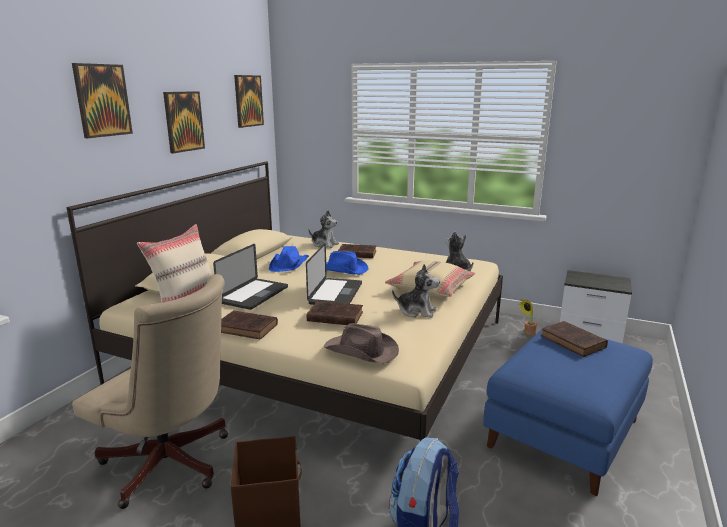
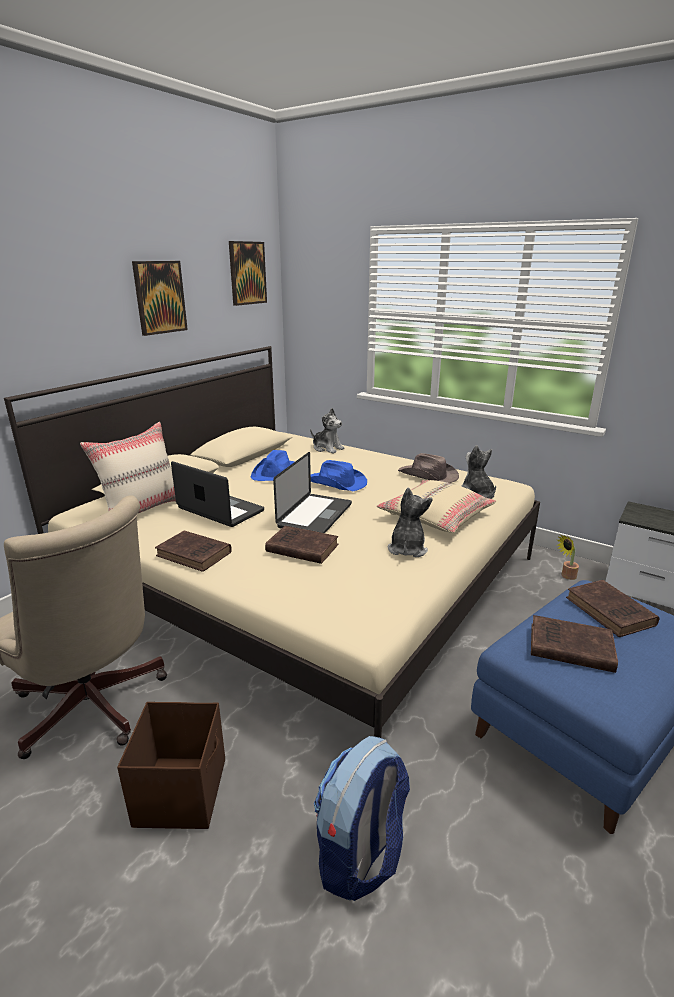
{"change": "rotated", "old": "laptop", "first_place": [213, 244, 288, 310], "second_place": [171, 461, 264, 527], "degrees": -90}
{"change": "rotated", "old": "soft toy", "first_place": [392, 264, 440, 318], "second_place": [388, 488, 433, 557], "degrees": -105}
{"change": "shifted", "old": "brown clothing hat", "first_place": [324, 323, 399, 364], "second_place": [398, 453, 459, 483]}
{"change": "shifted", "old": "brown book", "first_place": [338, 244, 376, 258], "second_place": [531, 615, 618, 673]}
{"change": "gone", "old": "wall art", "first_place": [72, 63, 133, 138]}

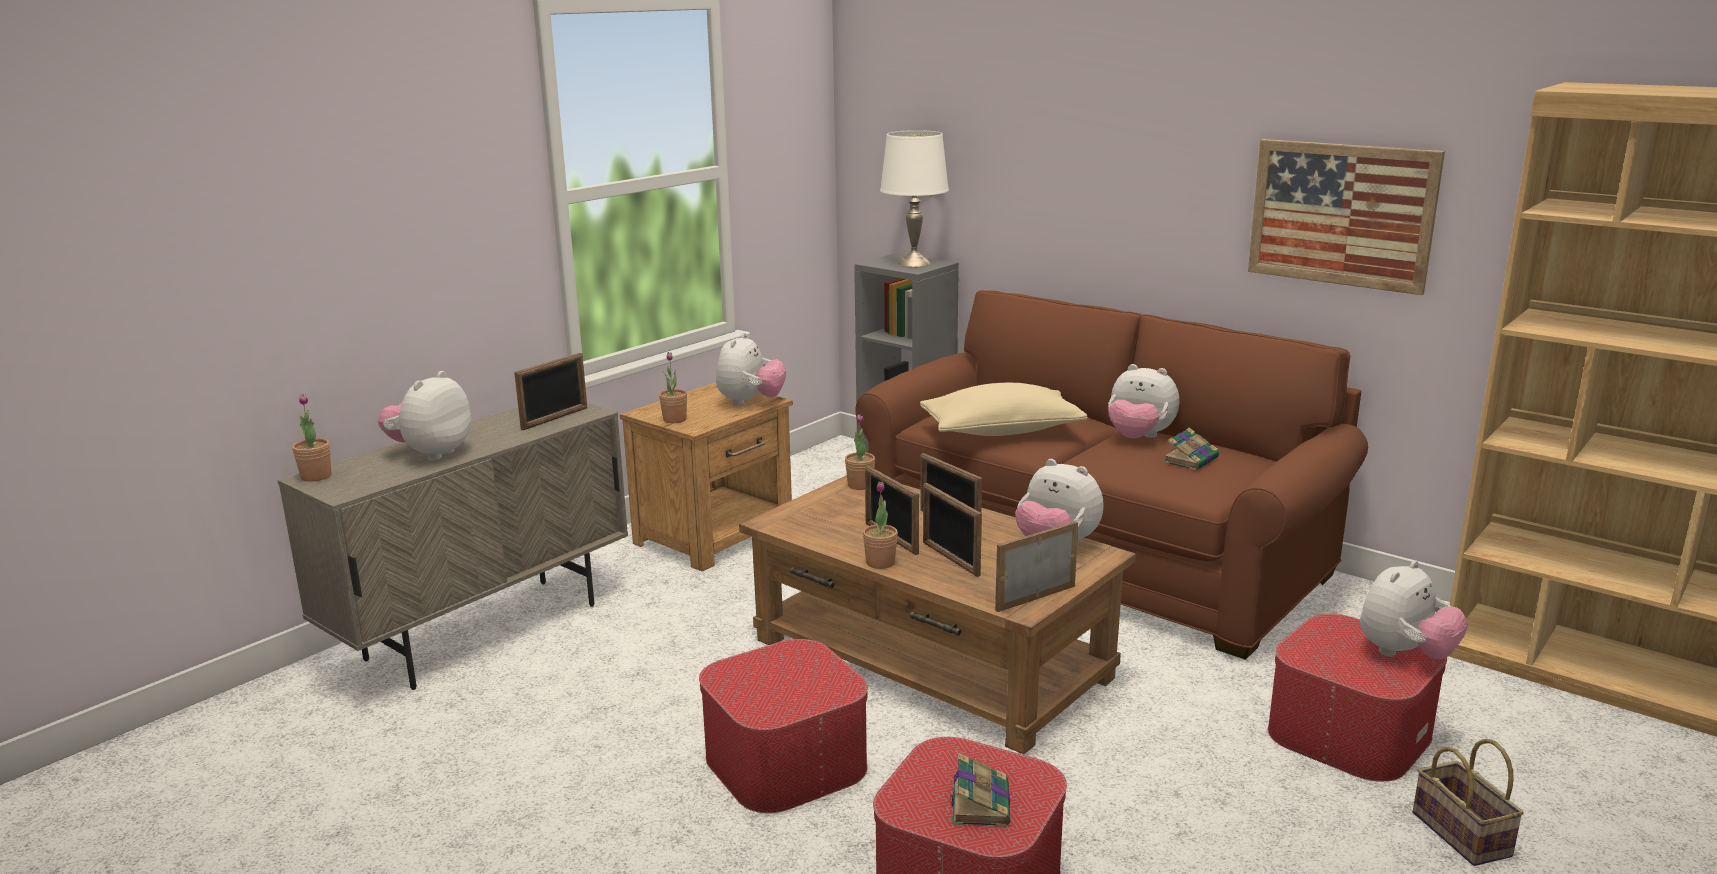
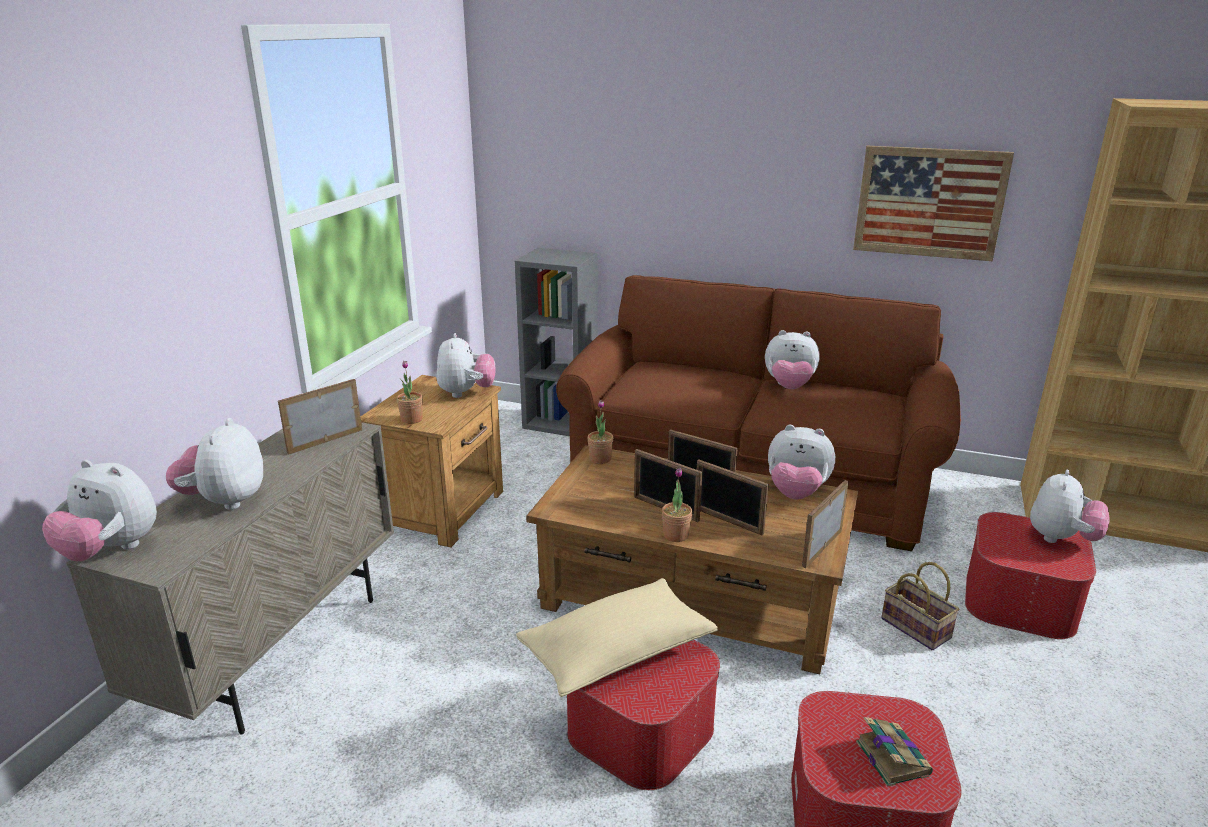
{"change": "swapped", "old": "houseplant", "new": "soft toy", "first_place": [292, 394, 331, 482], "second_place": [42, 460, 157, 561]}
{"change": "rotated", "old": "picture frame", "first_place": [514, 353, 587, 430], "second_place": [278, 379, 362, 455], "degrees": -150}
{"change": "shifted", "old": "beige-coloured throw pillow", "first_place": [920, 383, 1088, 436], "second_place": [516, 578, 718, 697]}
{"change": "shifted", "old": "basket", "first_place": [1413, 739, 1524, 866], "second_place": [881, 562, 959, 650]}
{"change": "gone", "old": "white lamp for a table", "first_place": [880, 130, 949, 267]}
{"change": "gone", "old": "book", "first_place": [1163, 428, 1219, 471]}

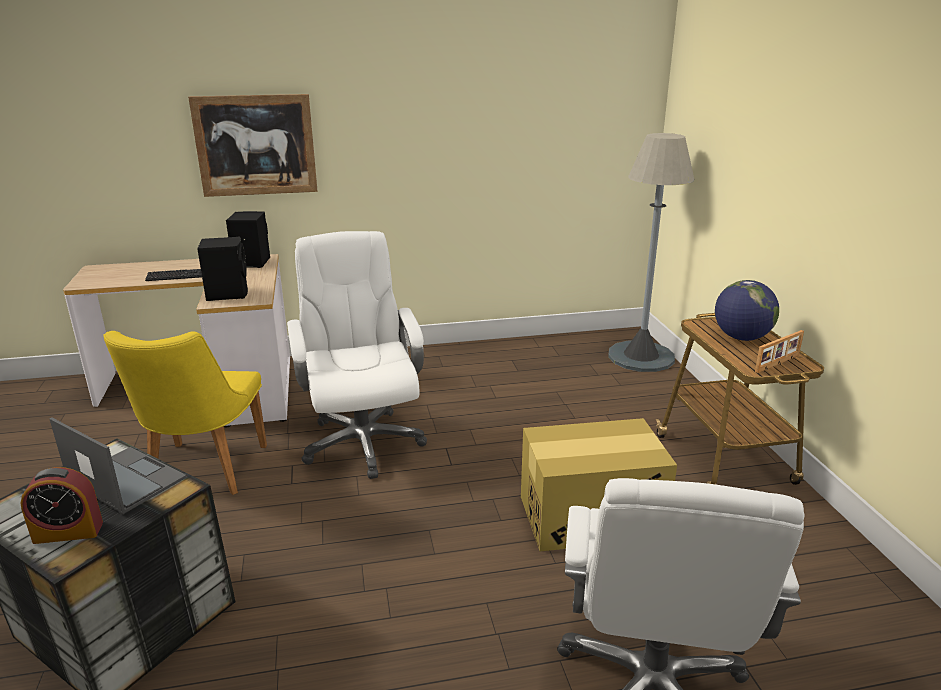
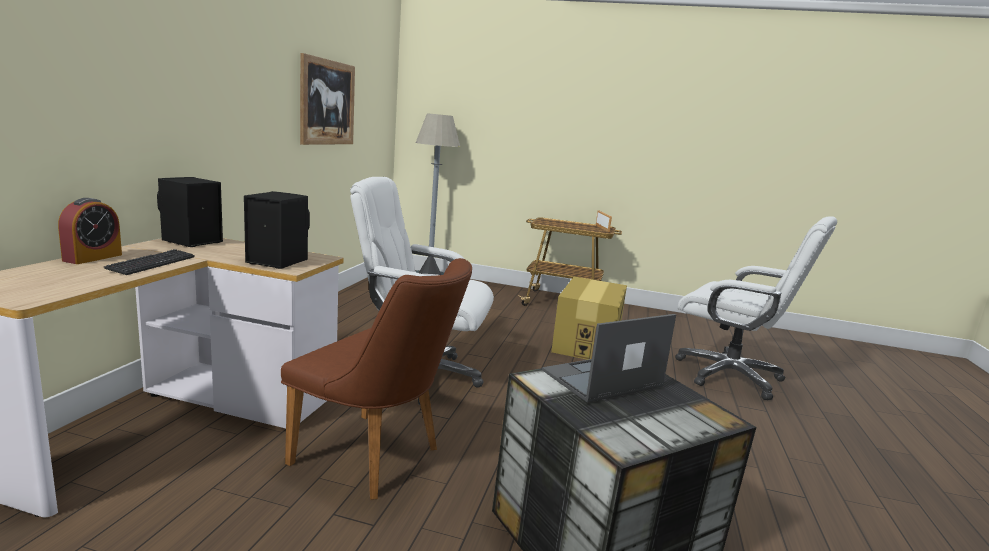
{"change": "shifted", "old": "alarm clock", "first_place": [21, 467, 103, 544], "second_place": [58, 198, 122, 264]}
{"change": "repainted", "old": "yellow-coloured chair", "new": "brown chair", "first_place": [103, 331, 267, 495], "second_place": [281, 258, 472, 500]}
{"change": "shifted", "old": "wall art", "first_place": [188, 94, 318, 197], "second_place": [300, 53, 355, 145]}
{"change": "gone", "old": "world globe", "first_place": [715, 280, 779, 341]}

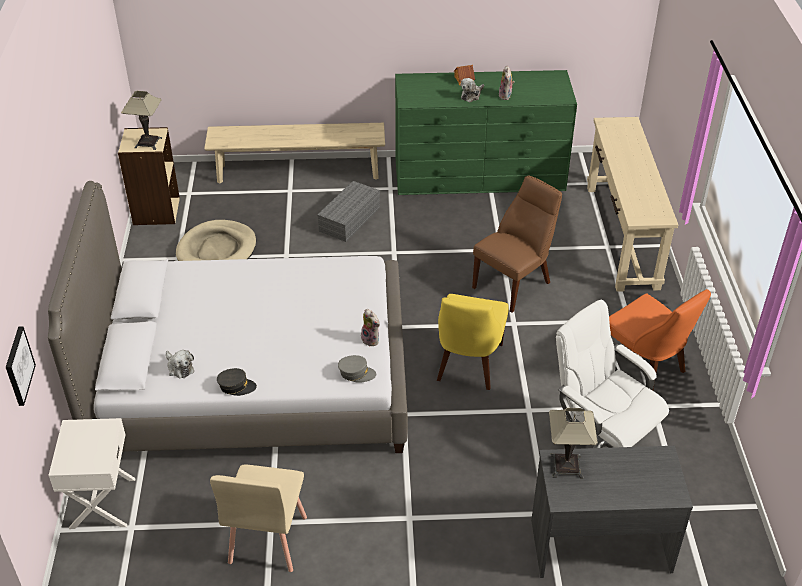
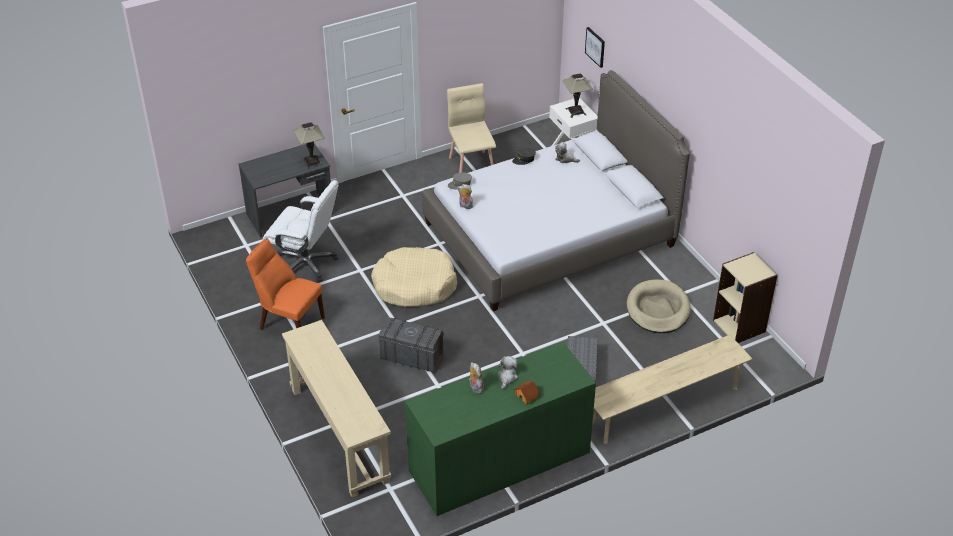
{"change": "swapped", "old": "yellow-coloured chair", "new": "beige-coloured dog cushion", "first_place": [437, 294, 509, 390], "second_place": [371, 247, 457, 307]}
{"change": "swapped", "old": "brown chair", "new": "greyish storage container", "first_place": [472, 176, 562, 313], "second_place": [378, 317, 444, 373]}
{"change": "shifted", "old": "lamp for a table", "first_place": [121, 91, 162, 150], "second_place": [563, 74, 593, 118]}

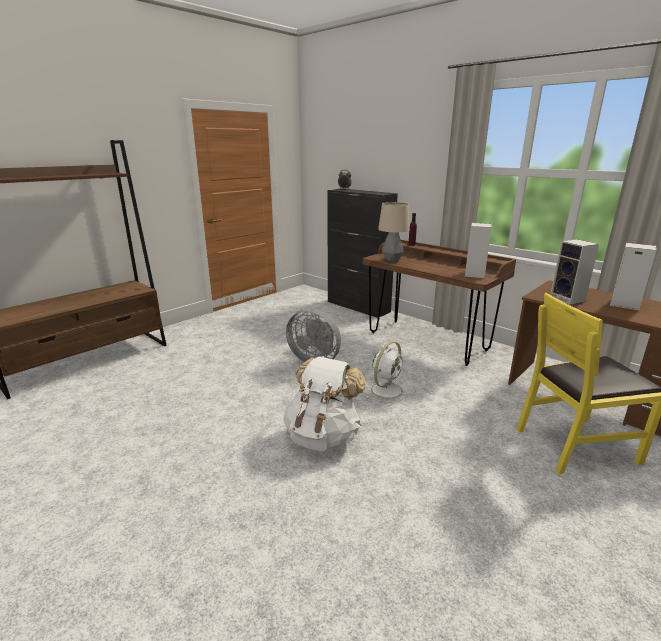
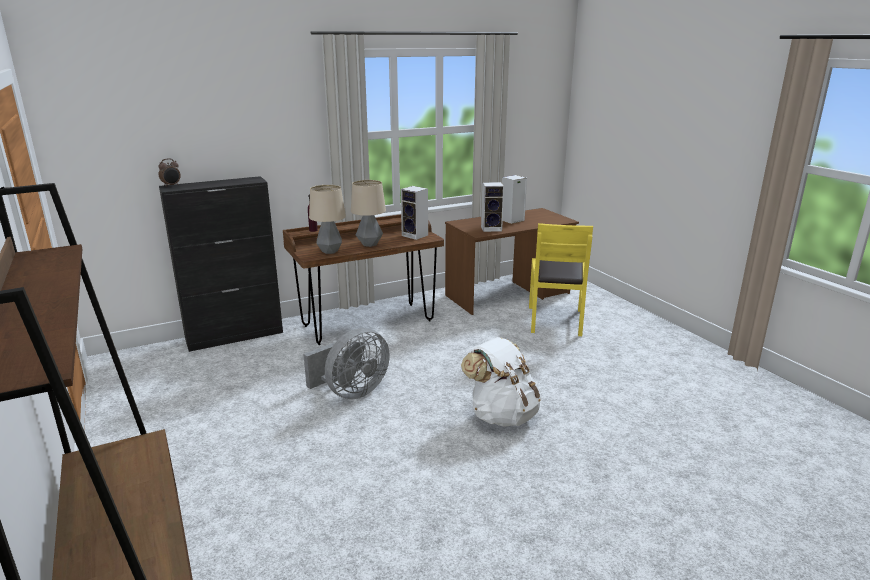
{"change": "new", "new": "lamp for a table", "second_place": [351, 180, 386, 247]}
{"change": "gone", "old": "white cooling fan", "first_place": [366, 341, 410, 403]}

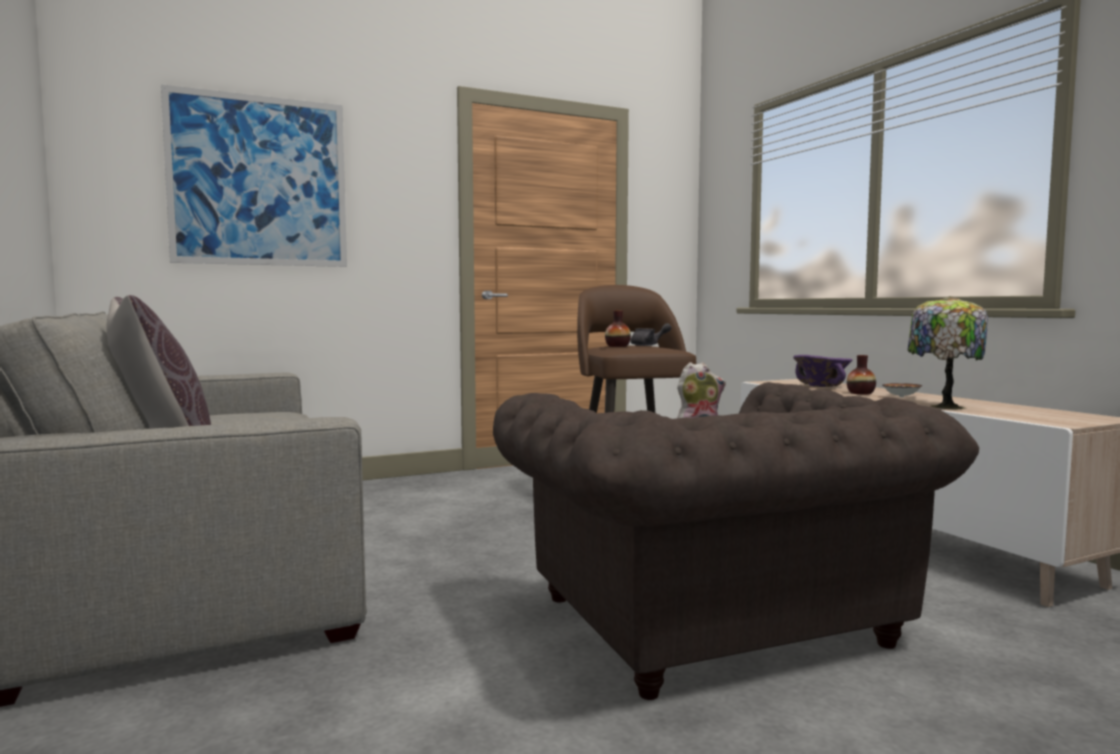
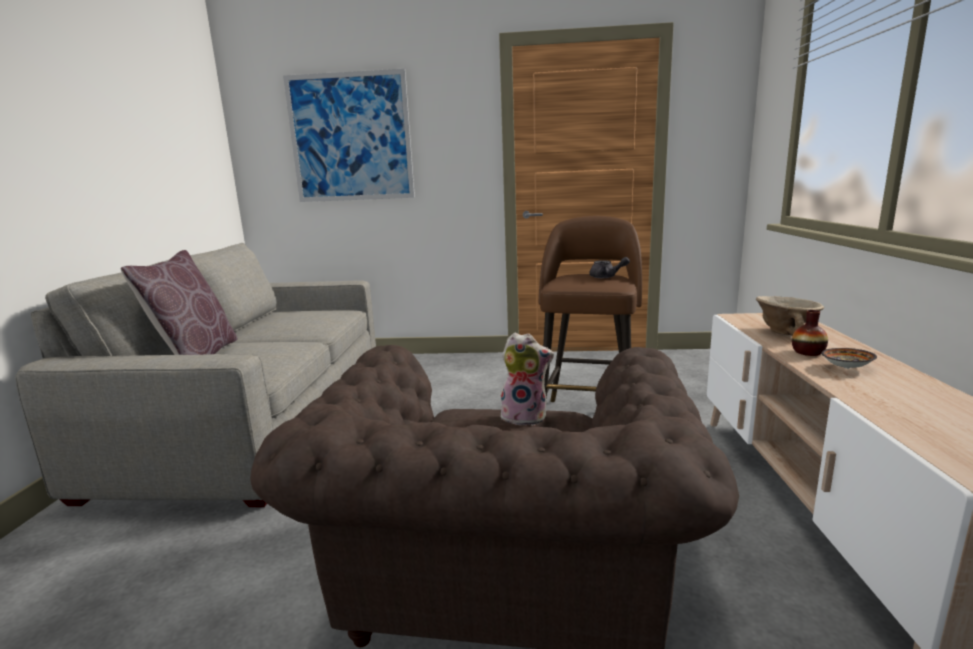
{"change": "repainted", "old": "purplish serving bowl", "new": "beige-coloured serving bowl", "first_place": [793, 355, 852, 387], "second_place": [756, 296, 824, 335]}
{"change": "gone", "old": "vase", "first_place": [605, 310, 631, 347]}
{"change": "gone", "old": "lamp for a table", "first_place": [908, 296, 988, 410]}

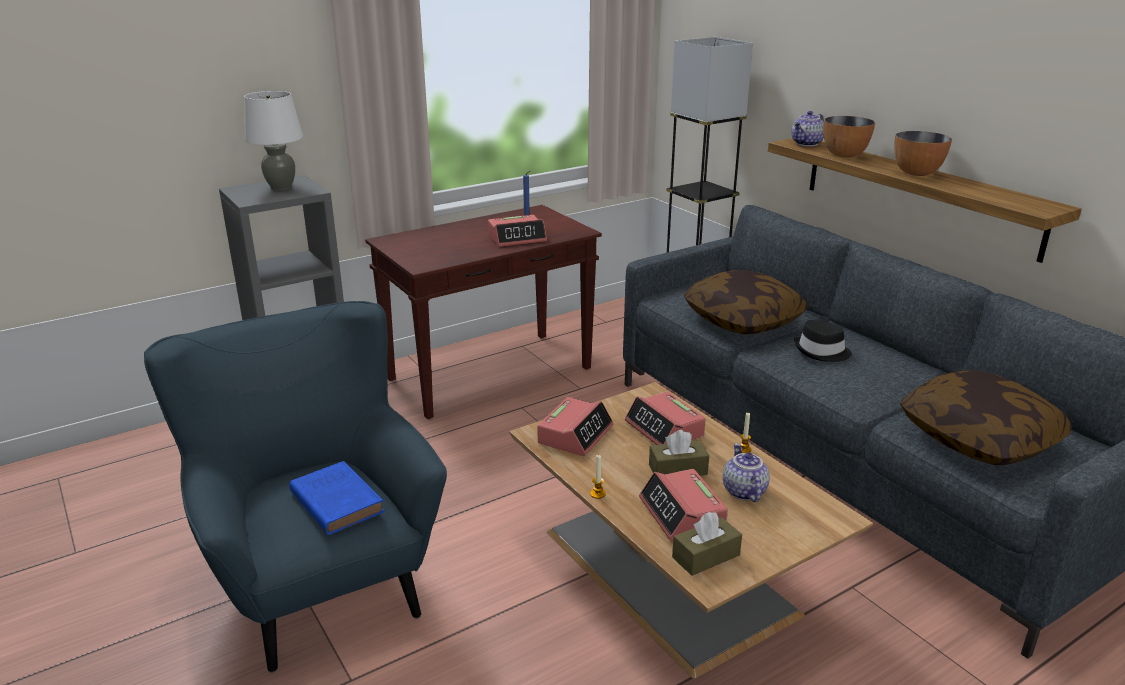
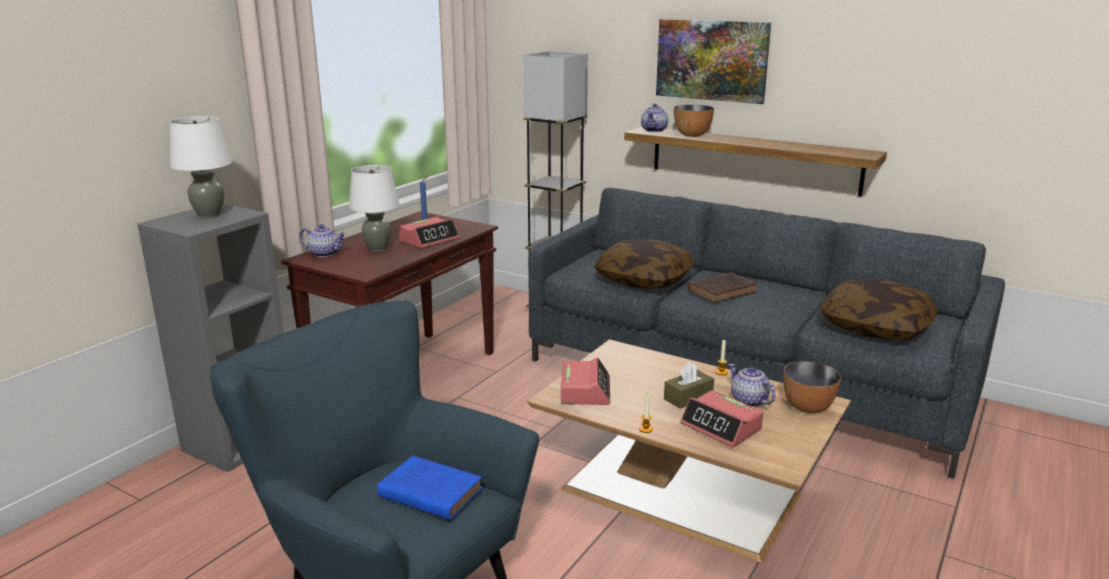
{"change": "new", "new": "teapot", "second_place": [299, 224, 346, 257]}
{"change": "new", "new": "white lamp for a table", "second_place": [349, 165, 400, 252]}
{"change": "new", "new": "wall art", "second_place": [656, 19, 771, 104]}
{"change": "swapped", "old": "black clothing hat", "new": "brown book", "first_place": [794, 320, 852, 362], "second_place": [688, 272, 757, 303]}
{"change": "shifted", "old": "serving bowl", "first_place": [894, 131, 952, 176], "second_place": [783, 361, 841, 413]}
{"change": "gone", "old": "alarm clock", "first_place": [625, 391, 706, 445]}
{"change": "gone", "old": "brown tissue box", "first_place": [672, 512, 742, 576]}

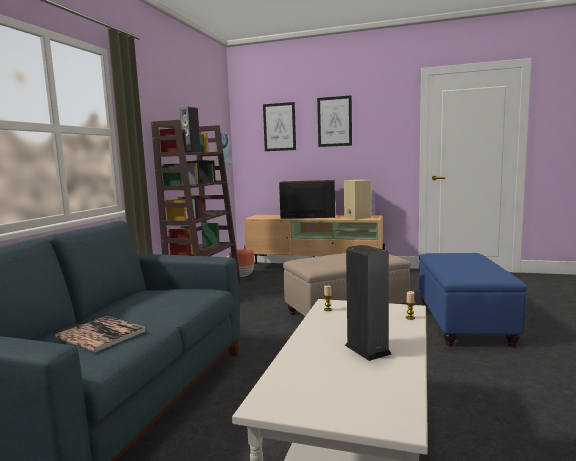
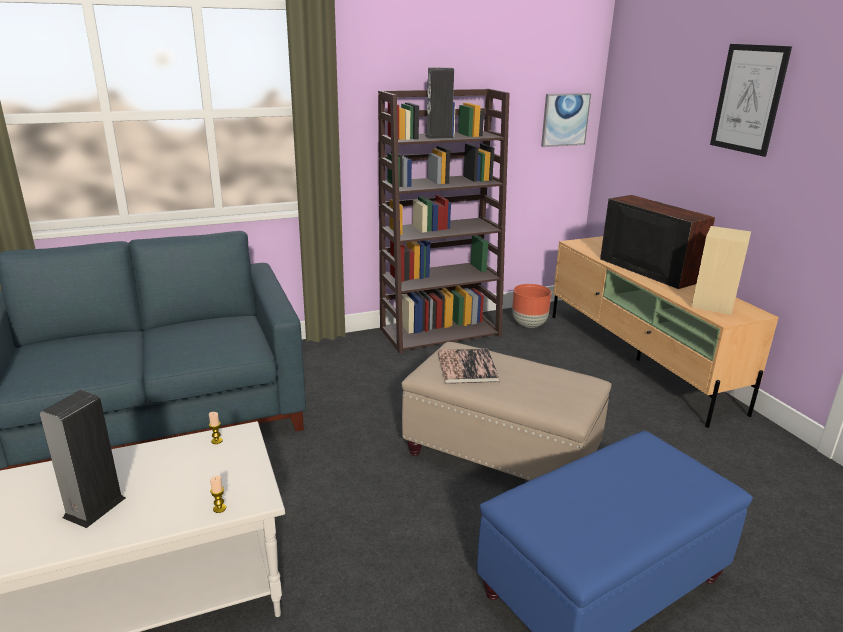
{"change": "shifted", "old": "book", "first_place": [55, 316, 146, 353], "second_place": [438, 349, 500, 384]}
{"change": "gone", "old": "wall art", "first_place": [263, 102, 296, 151]}

